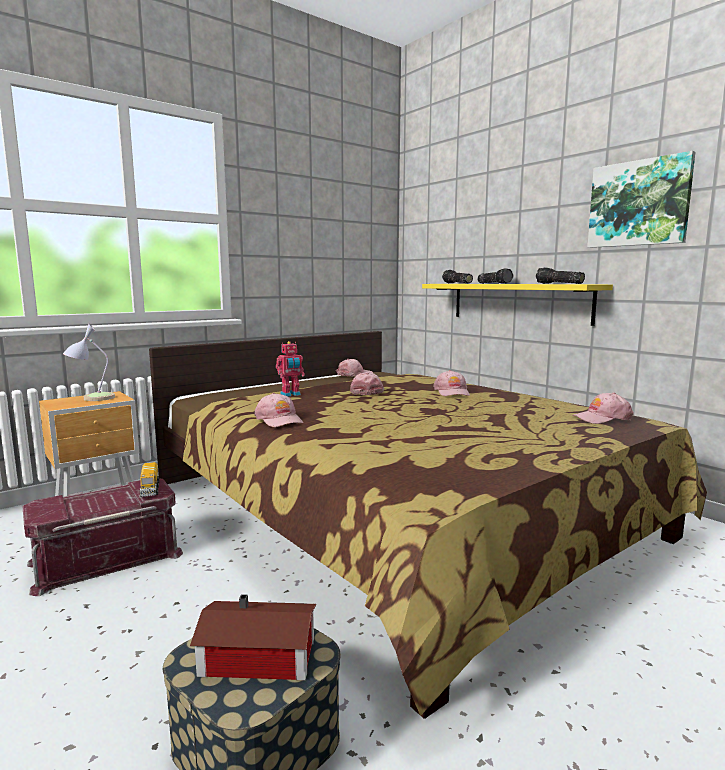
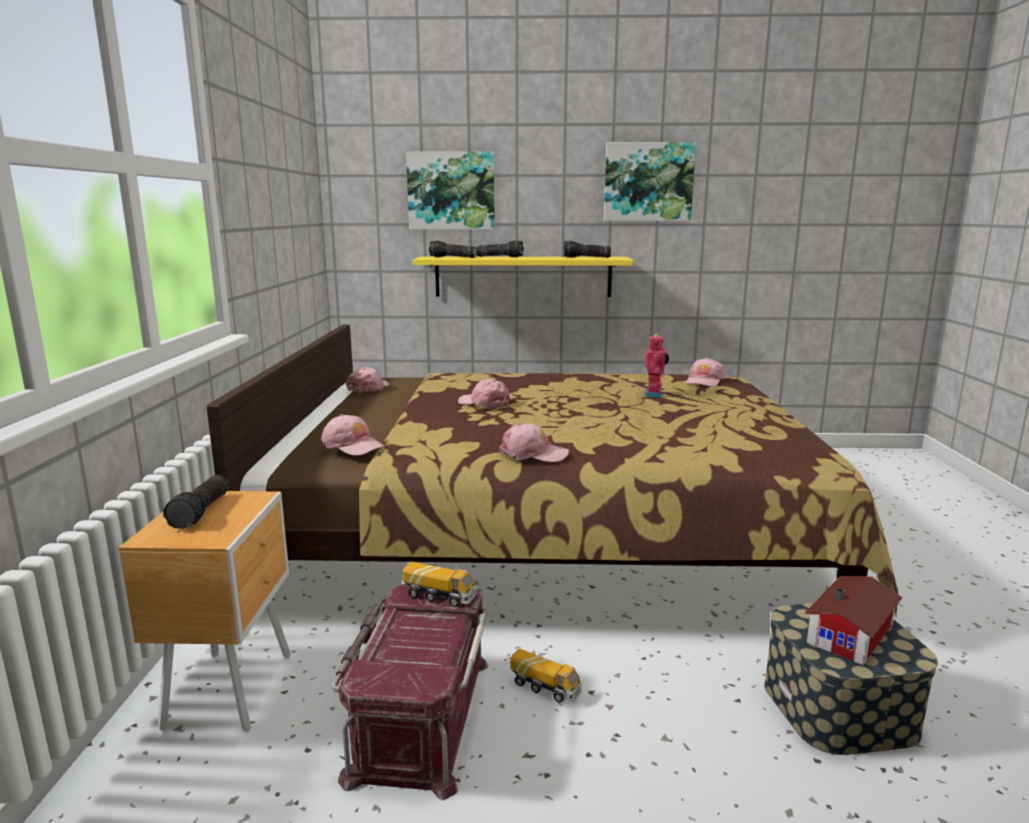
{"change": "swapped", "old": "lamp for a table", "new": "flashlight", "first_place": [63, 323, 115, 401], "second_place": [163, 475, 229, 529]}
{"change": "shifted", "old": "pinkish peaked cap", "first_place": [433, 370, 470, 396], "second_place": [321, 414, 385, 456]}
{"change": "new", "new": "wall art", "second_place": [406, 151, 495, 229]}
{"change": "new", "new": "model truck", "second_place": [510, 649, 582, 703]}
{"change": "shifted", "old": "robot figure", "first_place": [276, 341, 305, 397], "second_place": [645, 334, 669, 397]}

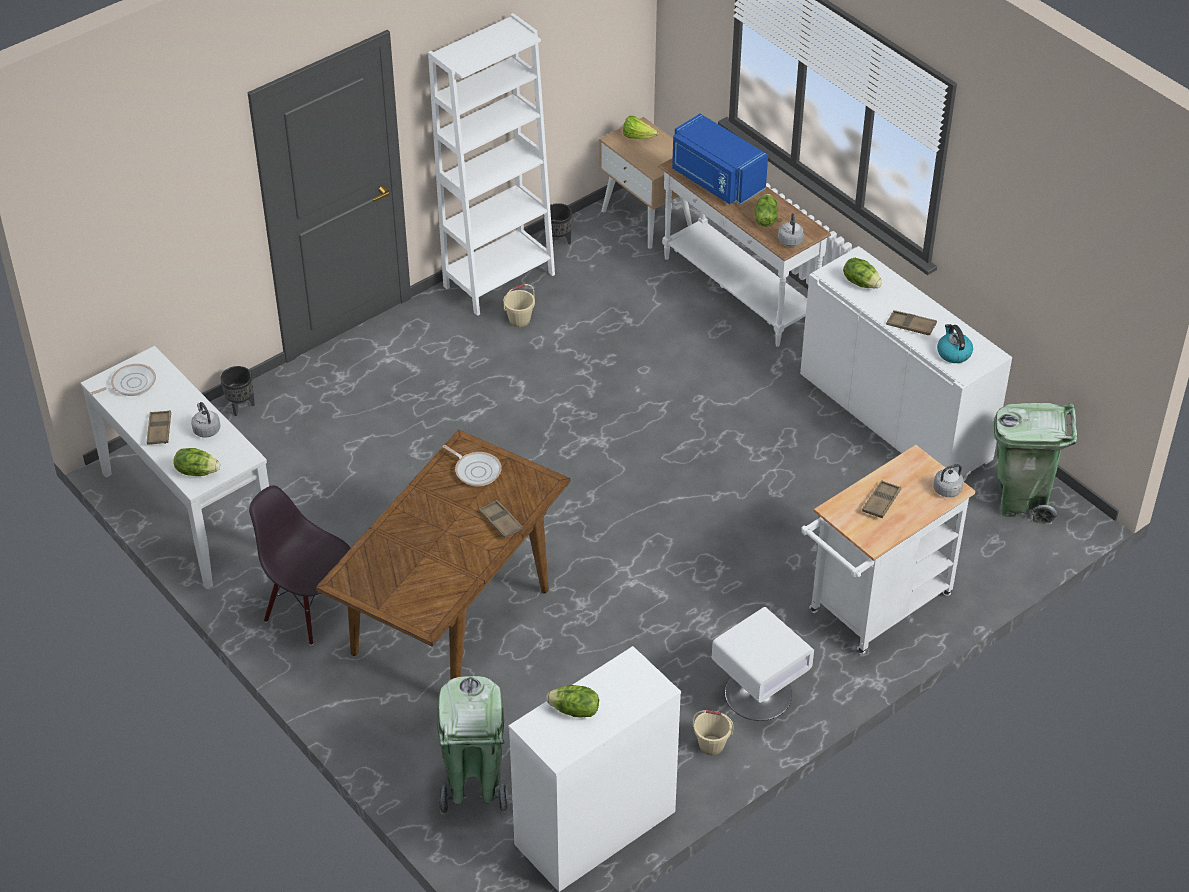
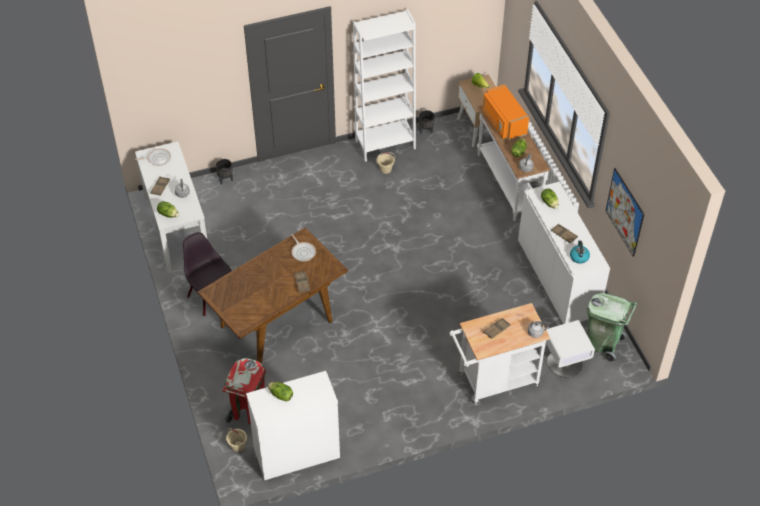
{"change": "repainted", "old": "green waste bin", "new": "red waste bin", "first_place": [437, 676, 507, 815], "second_place": [222, 358, 266, 425]}
{"change": "shifted", "old": "beige-coloured water bucket", "first_place": [692, 710, 734, 755], "second_place": [226, 428, 247, 452]}
{"change": "repainted", "old": "blue microwave oven", "new": "orangey microwave oven", "first_place": [672, 114, 768, 205], "second_place": [482, 84, 529, 140]}
{"change": "shifted", "old": "white nightstand", "first_place": [712, 607, 814, 721], "second_place": [546, 320, 595, 377]}
{"change": "new", "new": "wall art", "second_place": [606, 168, 644, 257]}

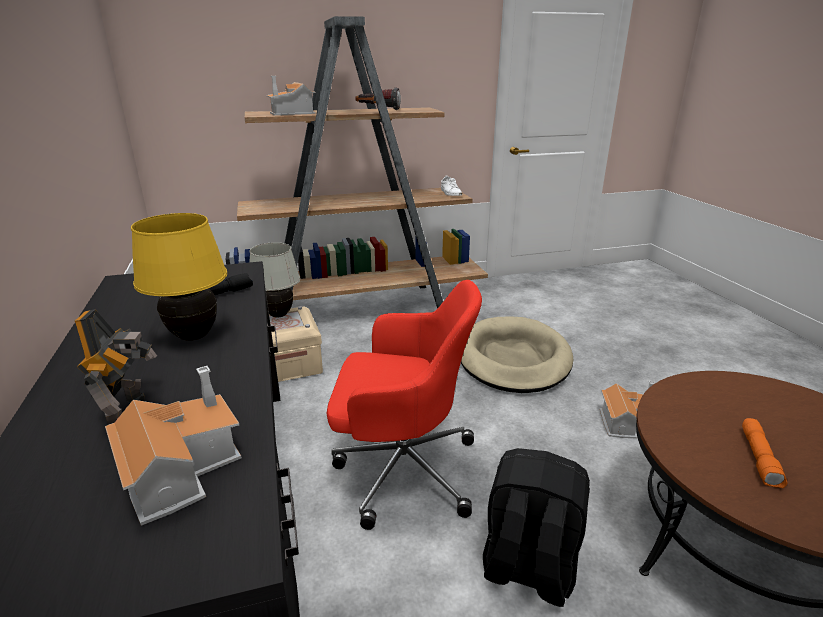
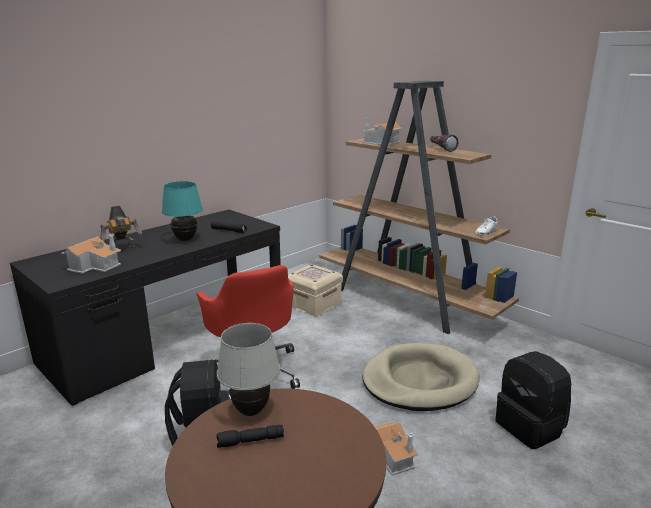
{"change": "repainted", "old": "yellow-coloured lamp for a table", "new": "turquoise lamp for a table", "first_place": [131, 213, 227, 341], "second_place": [162, 181, 203, 241]}
{"change": "shifted", "old": "white lamp for a table", "first_place": [250, 242, 300, 318], "second_place": [217, 323, 280, 416]}
{"change": "repainted", "old": "orangey flashlight", "new": "black flashlight", "first_place": [742, 418, 787, 488], "second_place": [217, 425, 284, 448]}
{"change": "new", "new": "black rucksack", "second_place": [495, 351, 571, 449]}

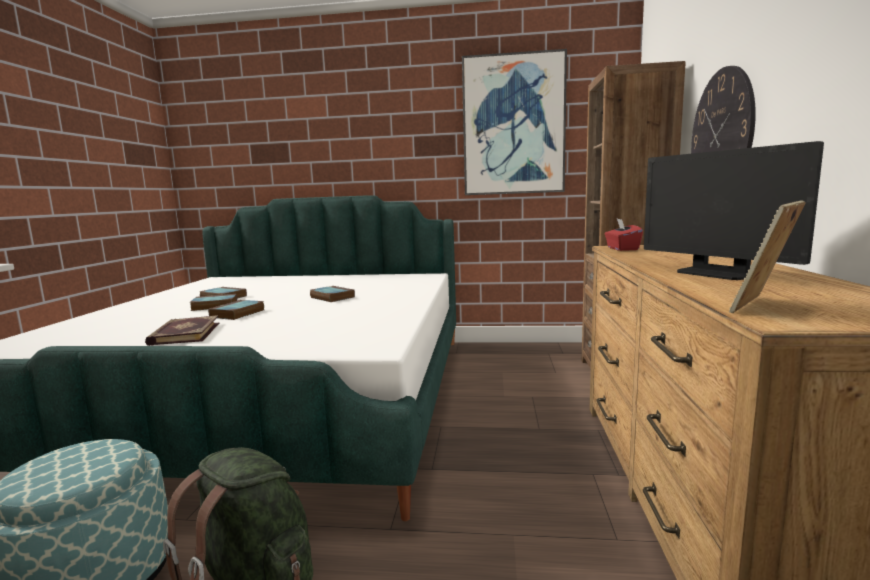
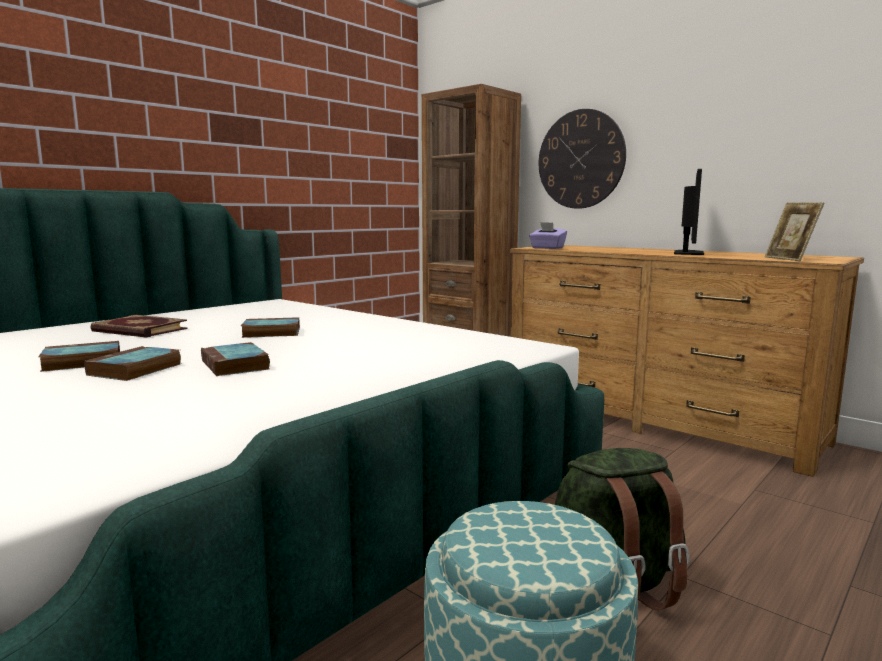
{"change": "shifted", "old": "book", "first_place": [145, 315, 219, 346], "second_place": [90, 315, 188, 338]}
{"change": "repainted", "old": "red tissue box", "new": "purplish tissue box", "first_place": [605, 219, 643, 251], "second_place": [529, 222, 567, 249]}
{"change": "rotated", "old": "computer screen", "first_place": [644, 141, 824, 280], "second_place": [674, 169, 704, 255], "degrees": -75}
{"change": "gone", "old": "wall art", "first_place": [462, 49, 567, 195]}

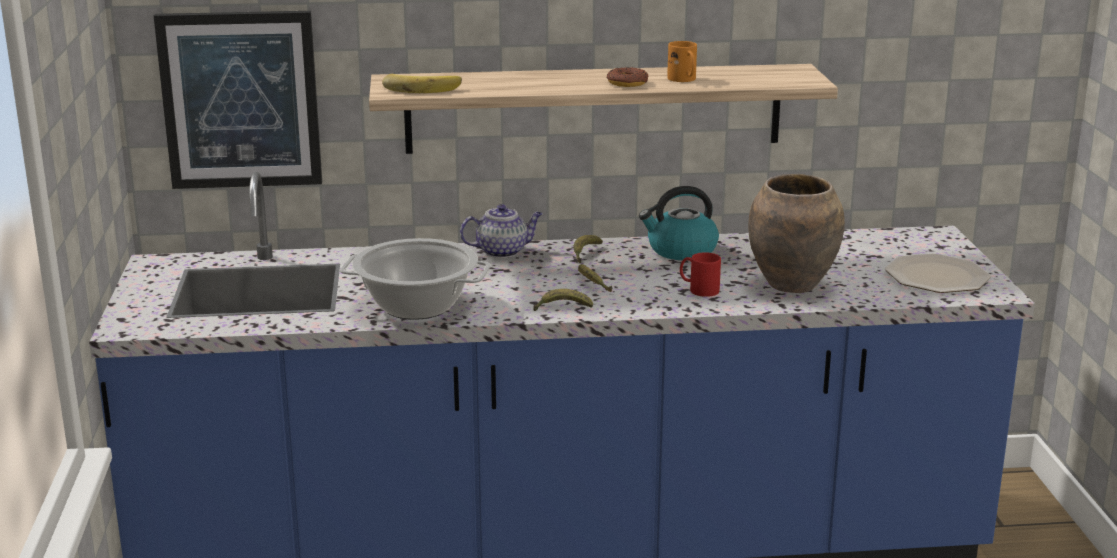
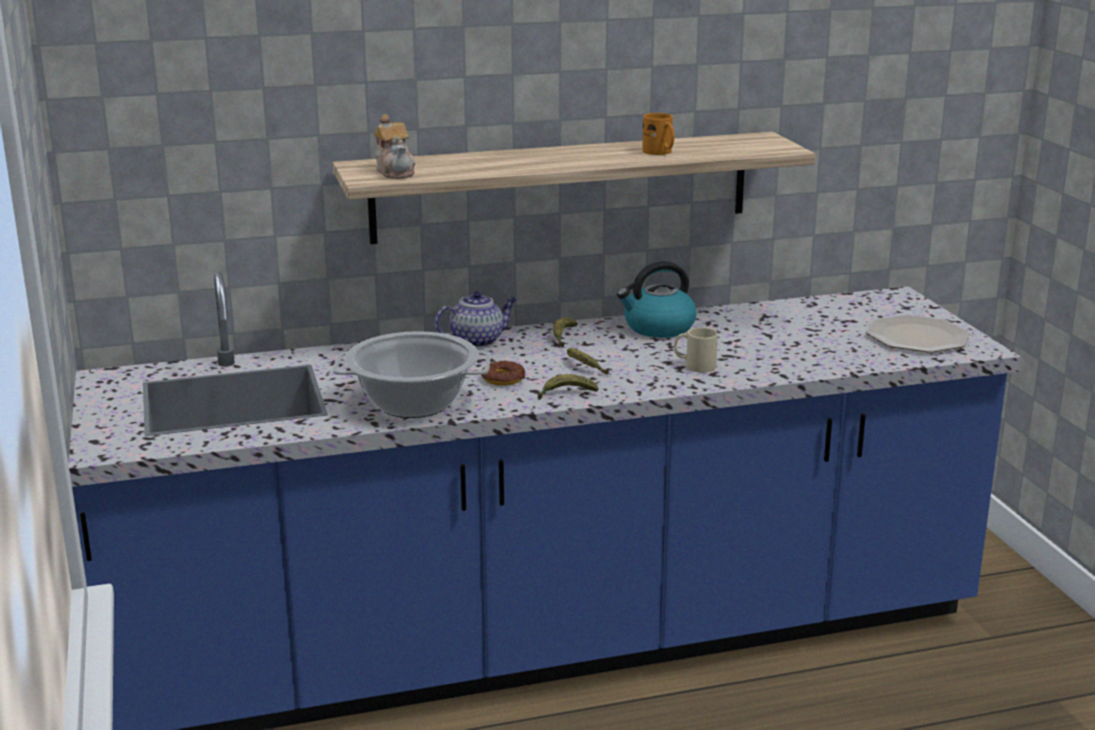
{"change": "swapped", "old": "whole banana", "new": "teapot", "first_place": [382, 73, 462, 93], "second_place": [374, 114, 415, 179]}
{"change": "shifted", "old": "ring doughnut", "first_place": [607, 67, 648, 87], "second_place": [481, 361, 525, 386]}
{"change": "repainted", "old": "red coffee mug", "new": "beige-coloured coffee mug", "first_place": [680, 252, 721, 297], "second_place": [674, 327, 718, 373]}
{"change": "gone", "old": "wall art", "first_place": [154, 11, 322, 189]}
{"change": "gone", "old": "brown vase", "first_place": [748, 174, 845, 293]}

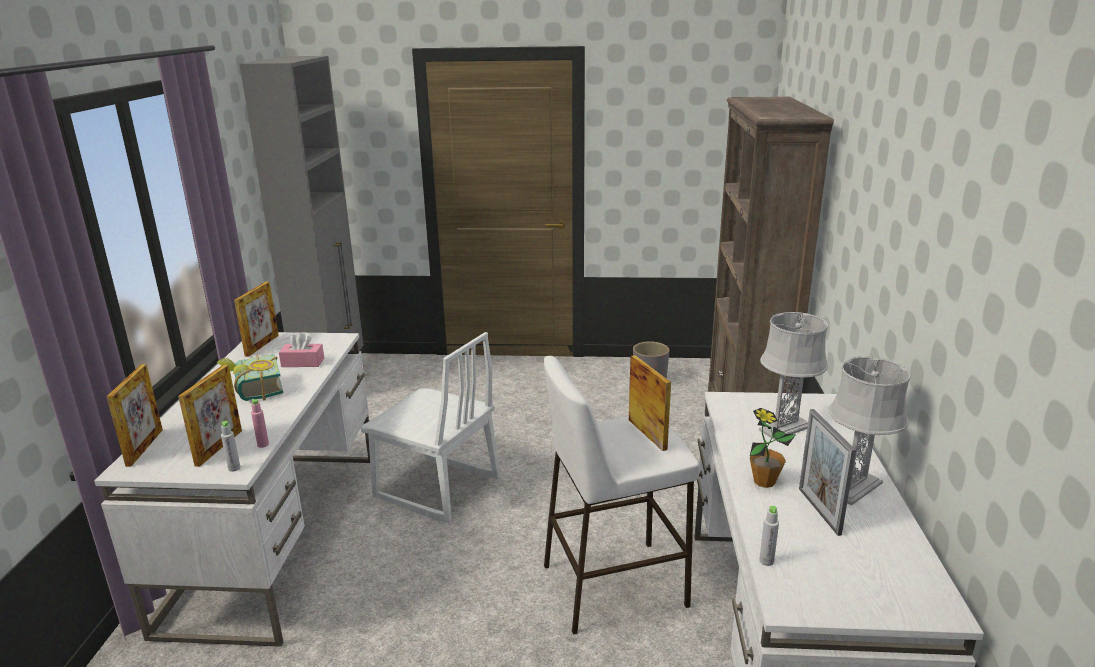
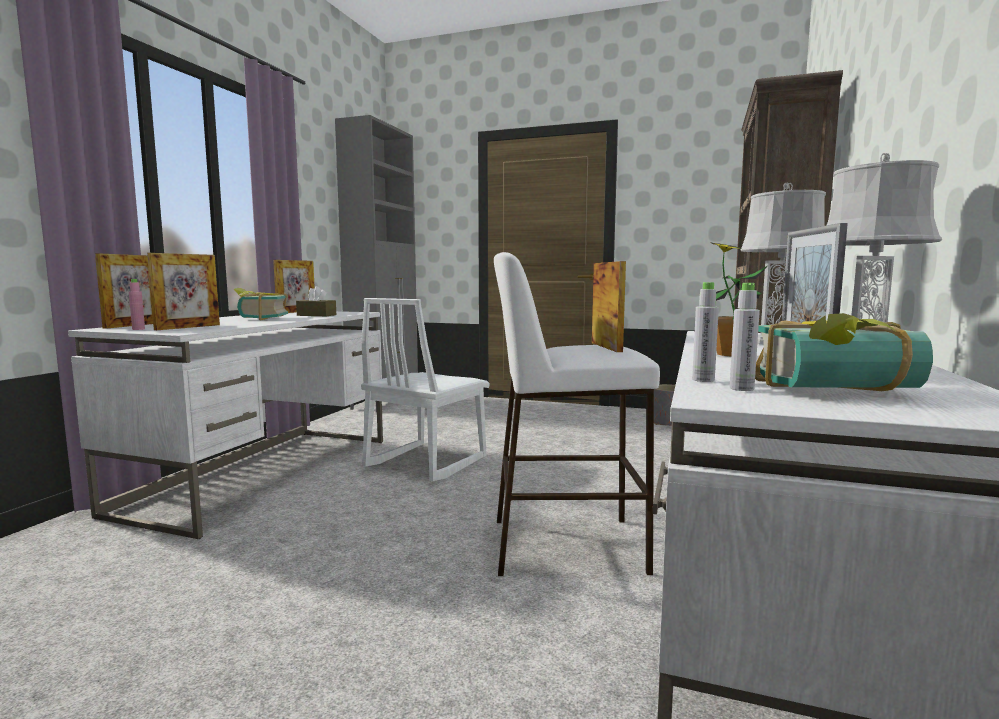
{"change": "shifted", "old": "pinkish bottle", "first_place": [251, 399, 269, 448], "second_place": [129, 279, 145, 330]}
{"change": "repainted", "old": "pinkish tissue box", "new": "brown tissue box", "first_place": [279, 332, 324, 367], "second_place": [296, 286, 336, 316]}
{"change": "rotated", "old": "white chair", "first_place": [360, 332, 500, 523], "second_place": [361, 298, 490, 481], "degrees": 75}
{"change": "shifted", "old": "greyish bottle", "first_place": [221, 421, 241, 472], "second_place": [730, 283, 760, 391]}
{"change": "new", "new": "book", "second_place": [755, 313, 933, 391]}

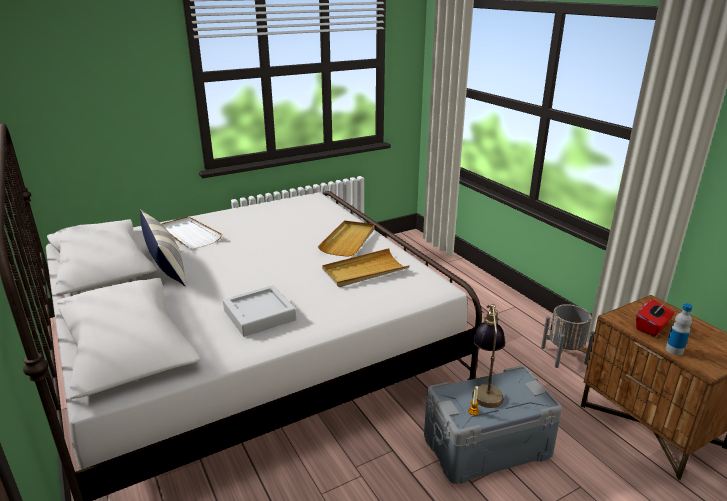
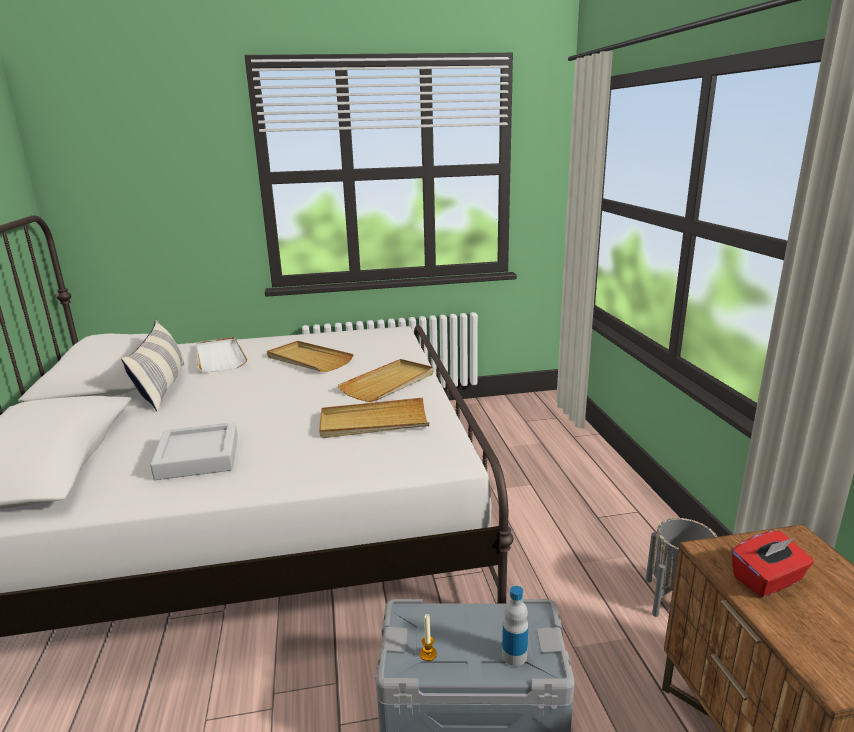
{"change": "new", "new": "beige-coloured carrying tray", "second_place": [267, 341, 354, 372]}
{"change": "shifted", "old": "bottle", "first_place": [666, 303, 693, 355], "second_place": [502, 586, 528, 666]}
{"change": "gone", "old": "lamp for a table", "first_place": [472, 304, 505, 408]}

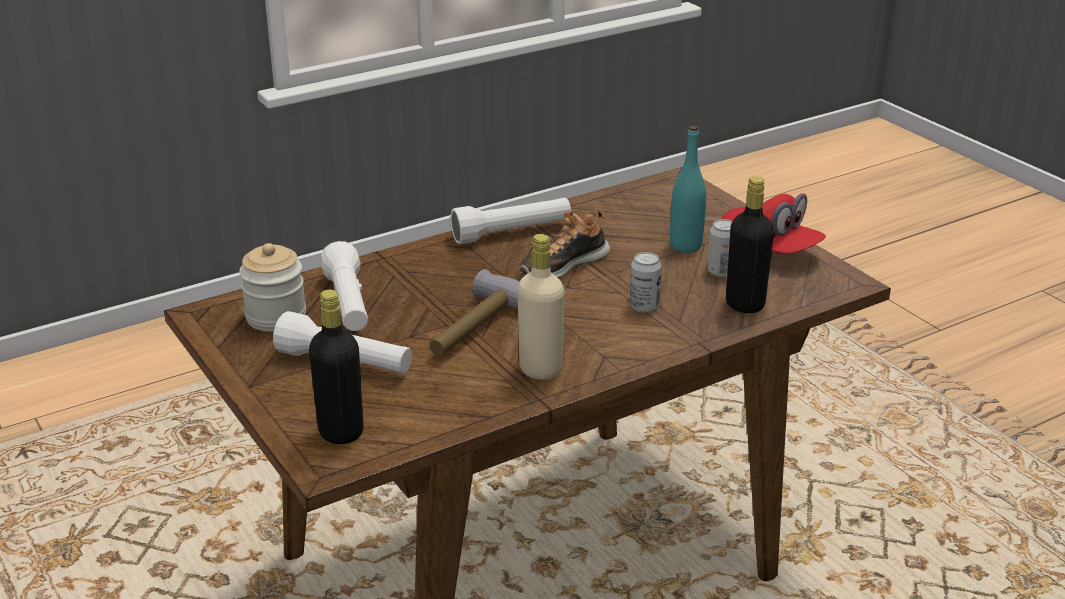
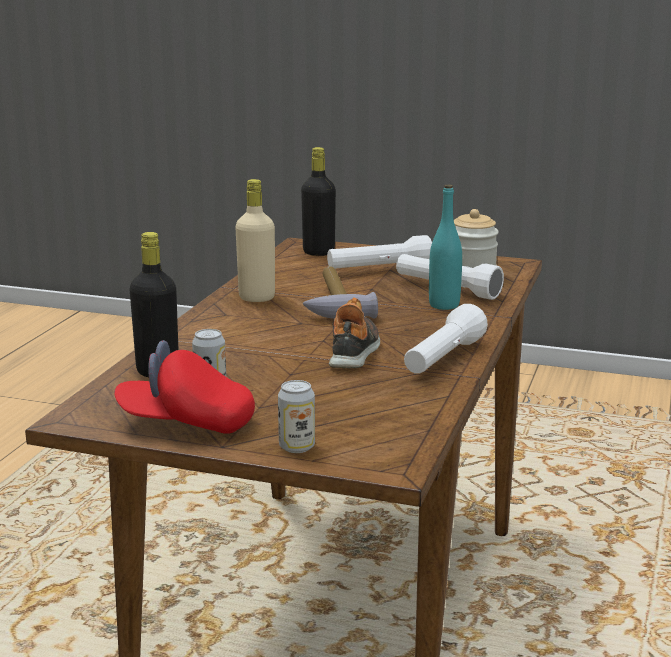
{"change": "shifted", "old": "can", "first_place": [629, 252, 662, 312], "second_place": [278, 380, 315, 453]}
{"change": "shifted", "old": "turquoise bottle", "first_place": [670, 126, 706, 253], "second_place": [429, 184, 462, 310]}

